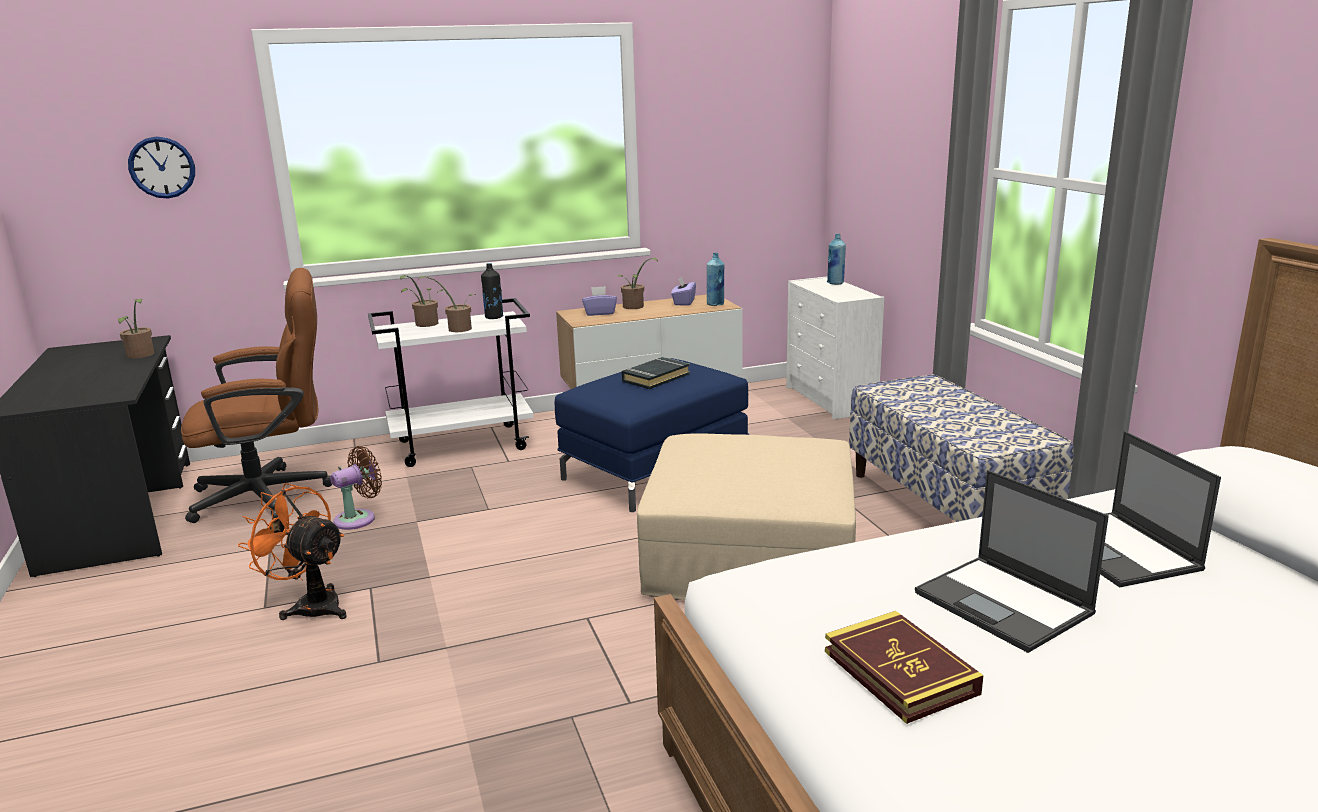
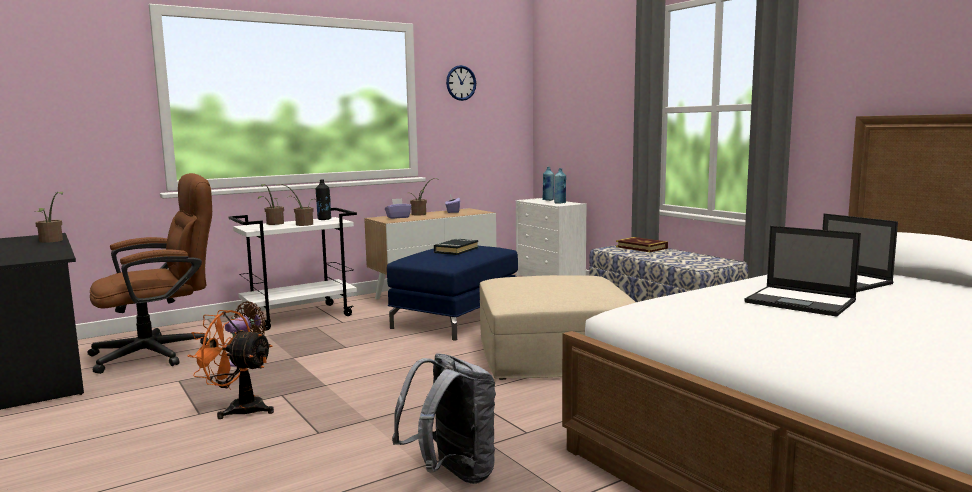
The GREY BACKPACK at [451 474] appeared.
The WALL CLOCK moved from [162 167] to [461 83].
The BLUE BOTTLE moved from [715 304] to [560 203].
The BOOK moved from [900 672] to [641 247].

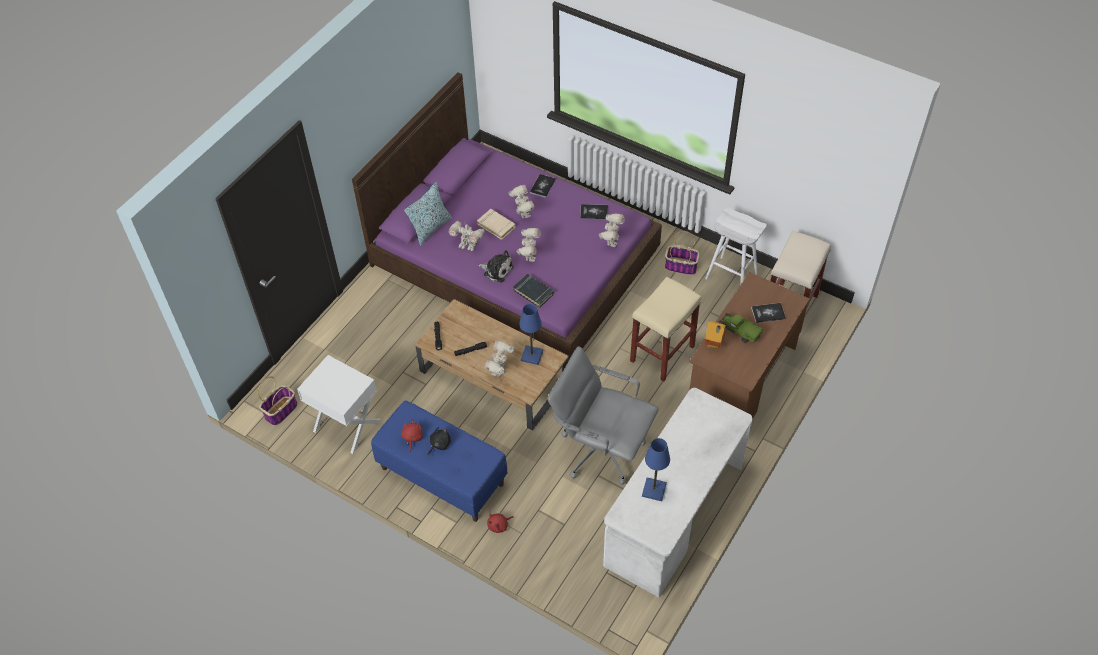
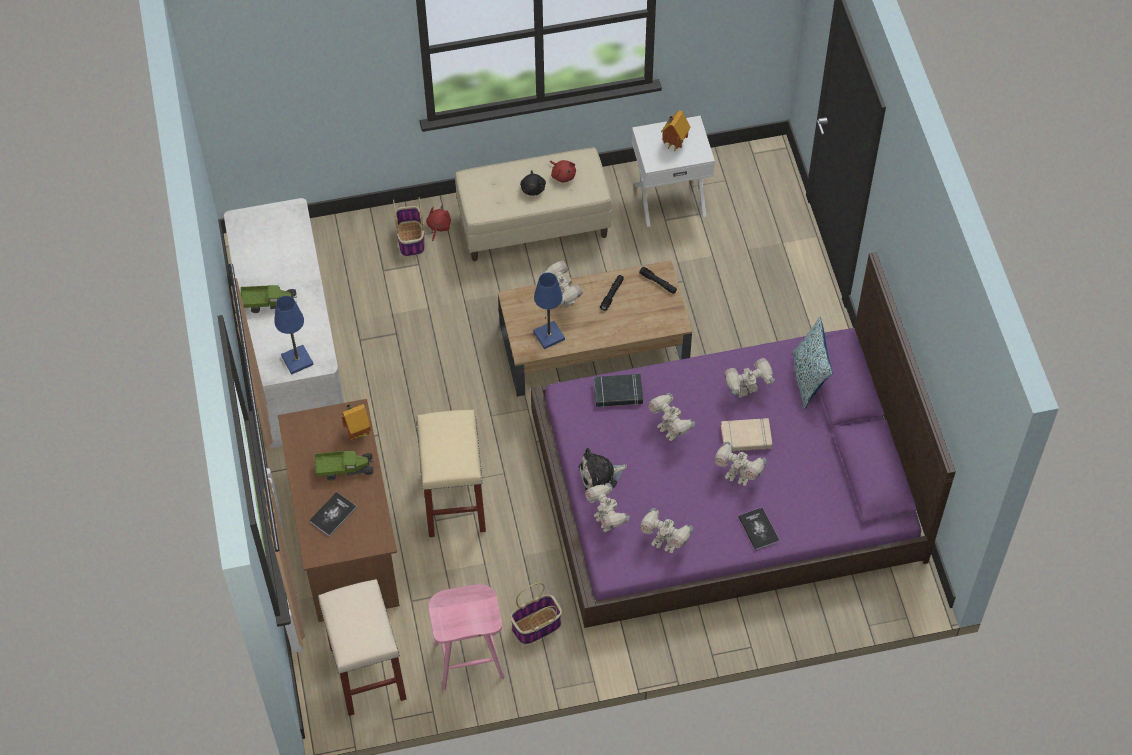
The GREY OFFICE CHAIR at [601 449] disappeared.
The TOY TRUCK at [269 303] appeared.
The TOY HOUSE at [673 144] appeared.
The BASKET moved from [281 410] to [411 239].
The PLUSH TOY moved from [497 270] to [600 476].
The BLUE TABLE LAMP moved from [654 490] to [297 360].
The BOOK at [594 212] was replaced by the TOY ROBOT at [665 542].
The BLUE BENCH at [441 476] became the BEIGE BENCH at [534 225].
The WHITE STOOL at [730 276] became the PINK STOOL at [470 660].

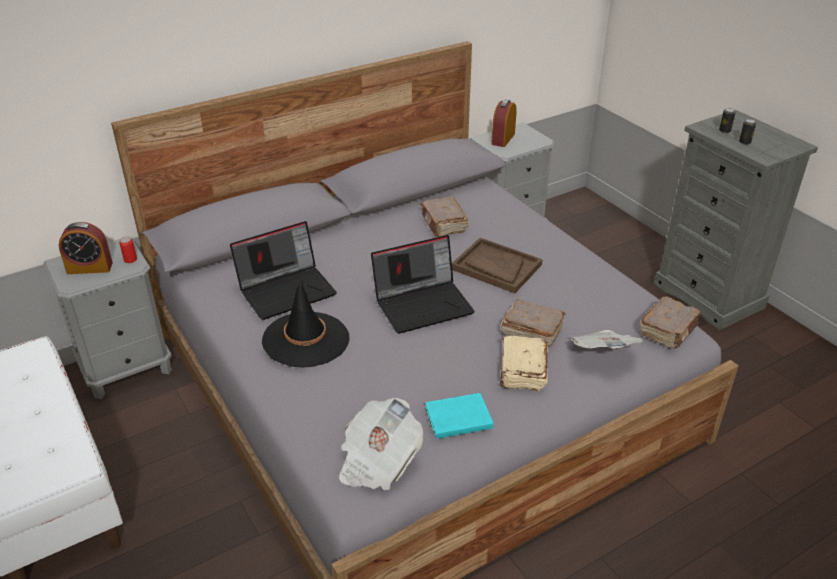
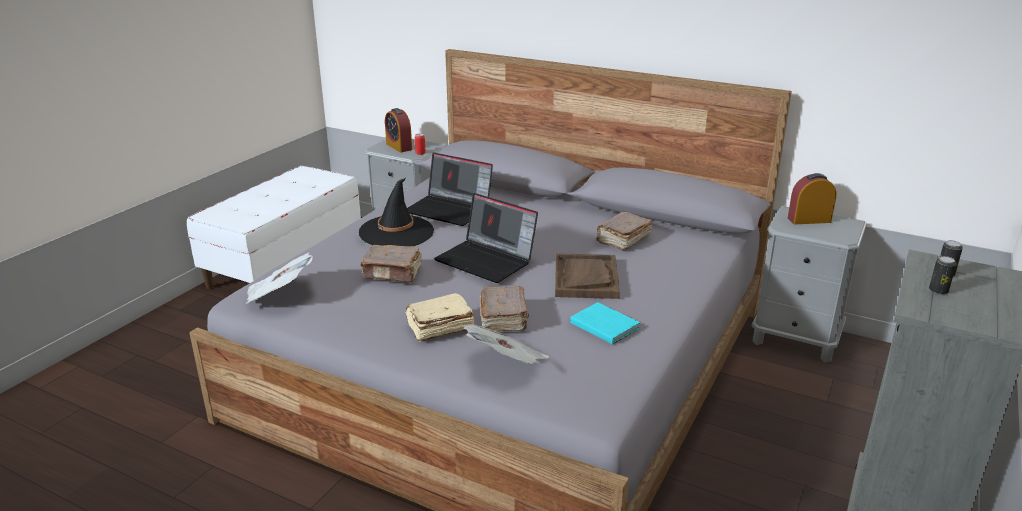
The TURQUOISE BOOK moved from [456 417] to [604 324].
The BROWN BOOK moved from [668 331] to [393 273].

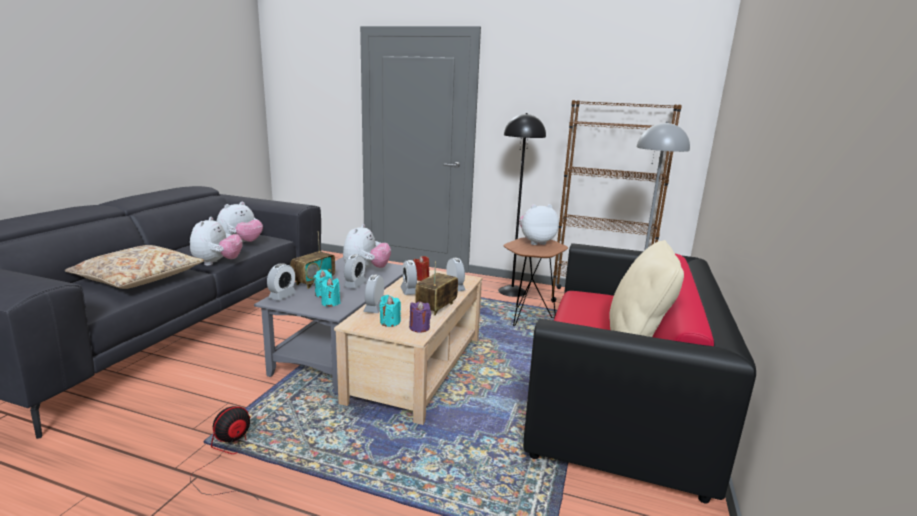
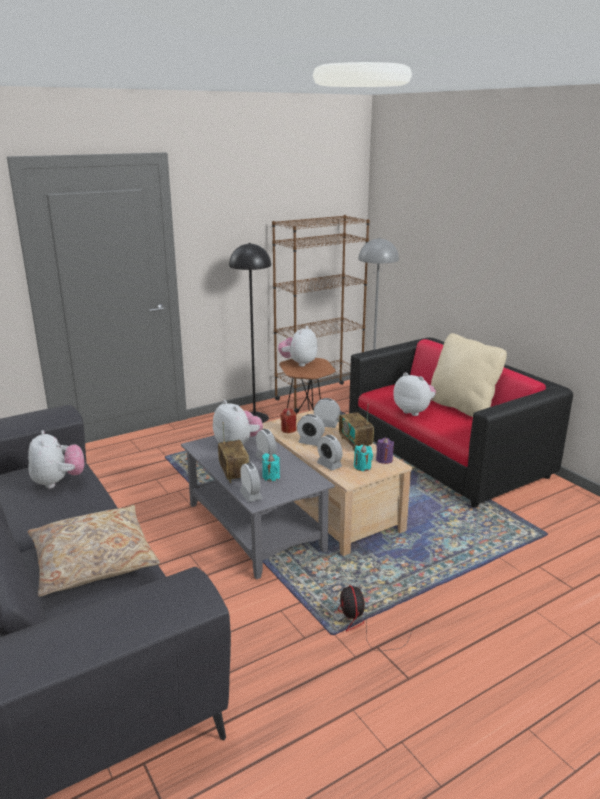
The TURQUOISE CANDLE at [330 303] disappeared.
The PLUSH TOY moved from [217 263] to [413 411].

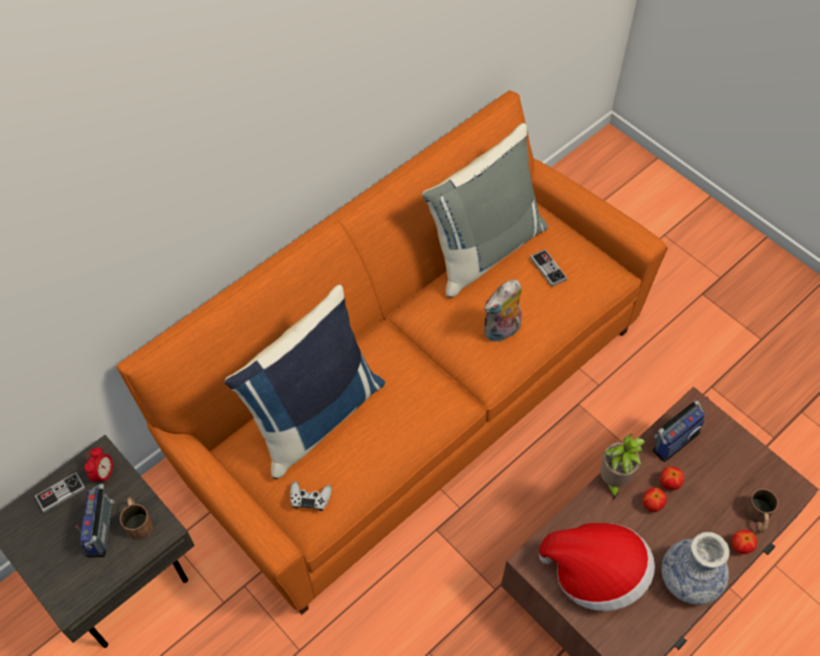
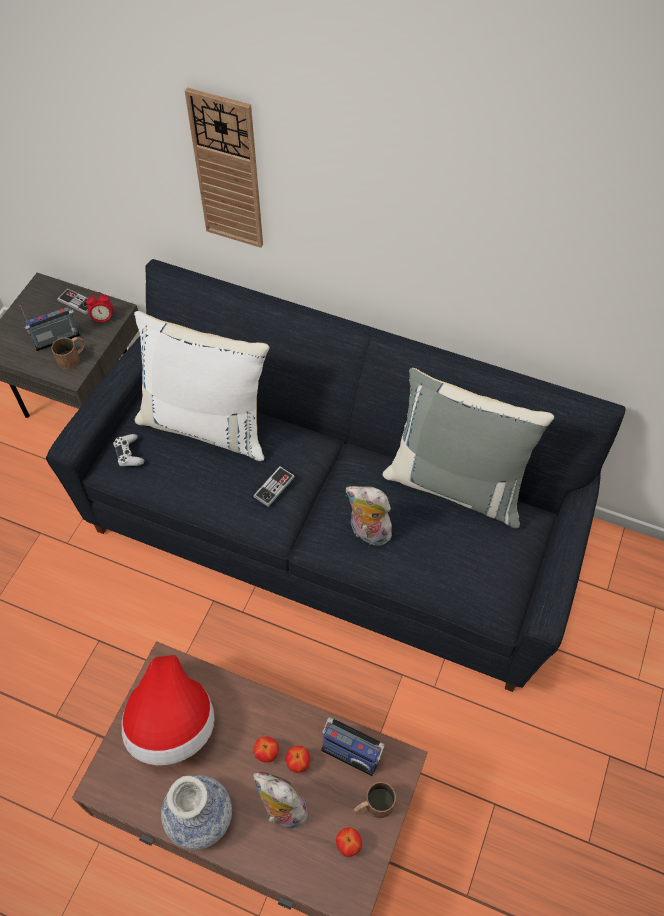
The POTTED PLANT at [613 481] disappeared.
The WALL CLOCK at [227 171] appeared.
The PLUSH TOY at [281 810] appeared.
The GAME CONTROLLER moved from [548 269] to [274 487].
The APPLE moved from [740 547] to [348 845].
The BROWN MUG moved from [758 517] to [373 806].
The ORANGE SOFA at [410 398] became the BLACK SOFA at [332 527].
The BLUE PILLOW at [314 415] became the WHITE PILLOW at [207 424].

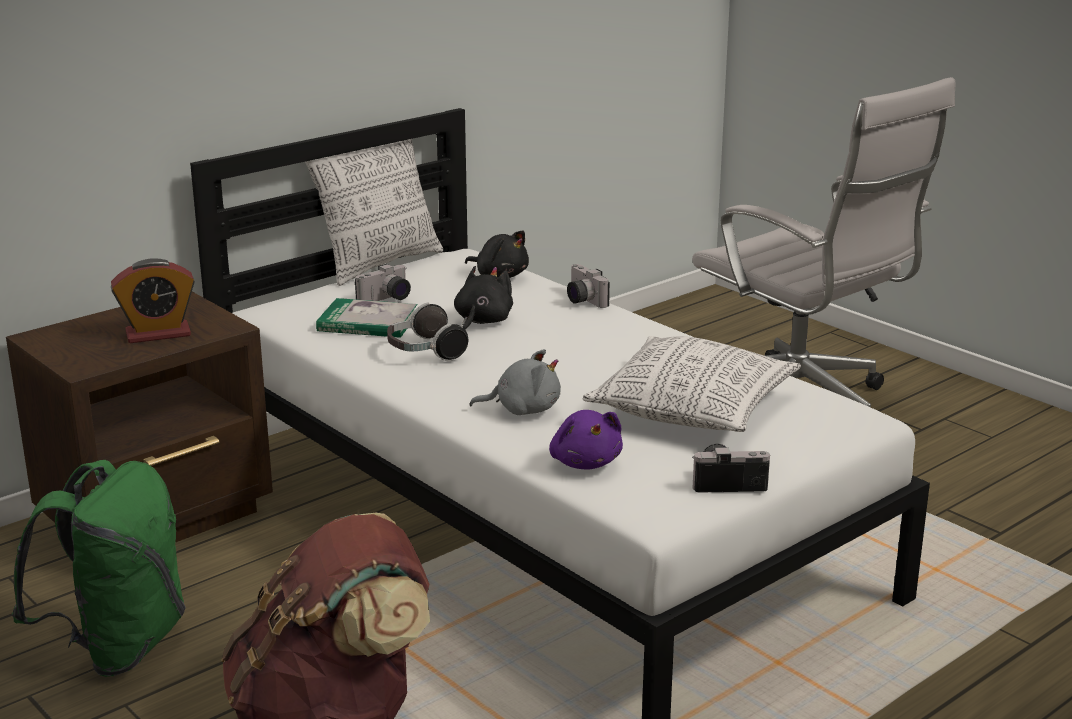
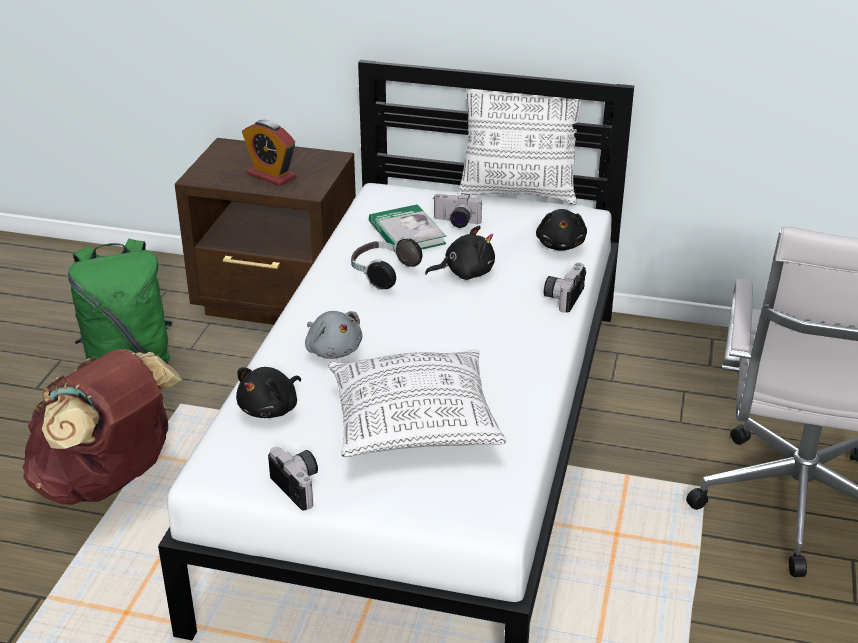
The PURPLE PLUSH TOY at [585 462] became the BLACK PLUSH TOY at [271 409].

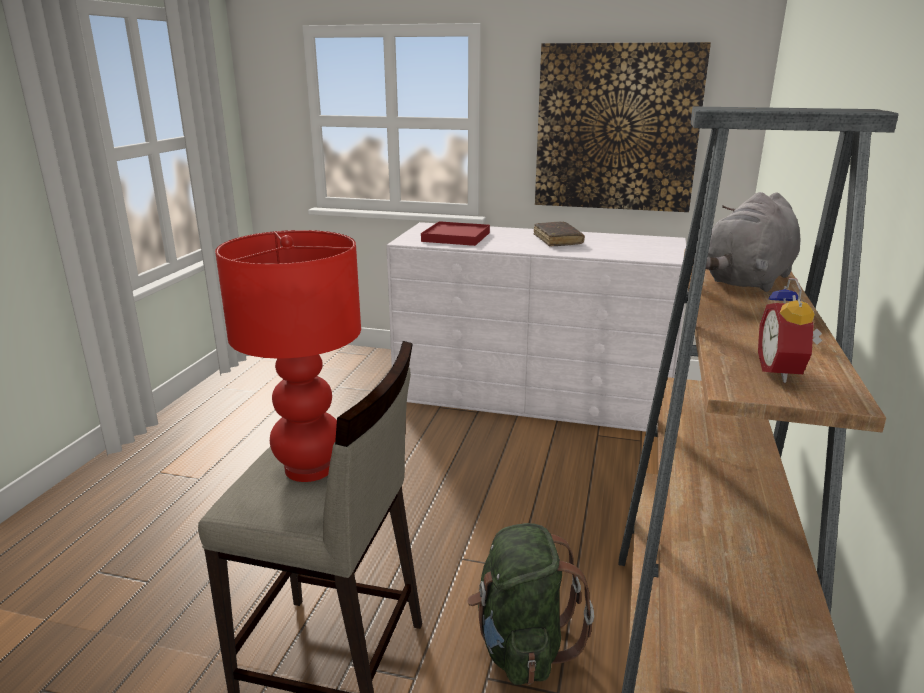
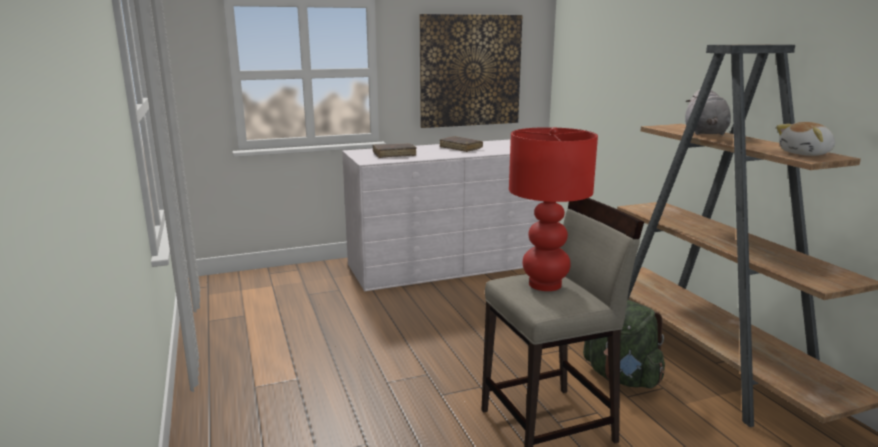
The RED TRAY at [456 237] was replaced by the BROWN BOOK at [394 155].
The ALARM CLOCK at [783 372] was replaced by the PLUSH TOY at [806 154].

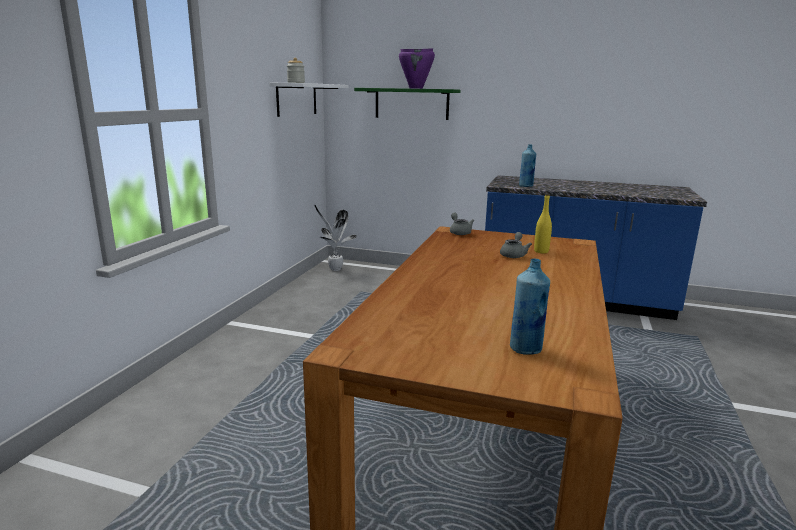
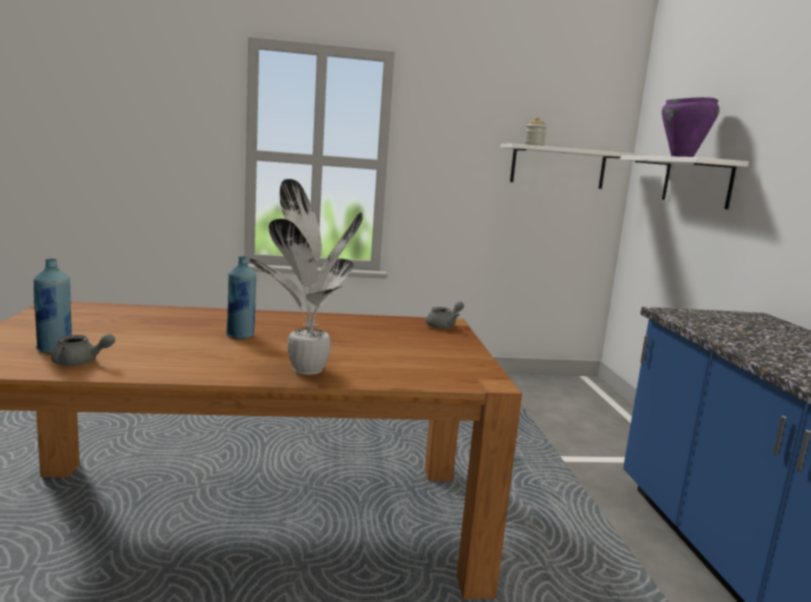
The YELLOW BOTTLE at [541 251] disappeared.
The POTTED PLANT moved from [334 269] to [306 368].
The GREY TEAPOT moved from [514 254] to [80 363].
The BLUE BOTTLE moved from [526 186] to [240 336].
The GREEN SHELF at [411 103] became the WHITE SHELF at [696 182].

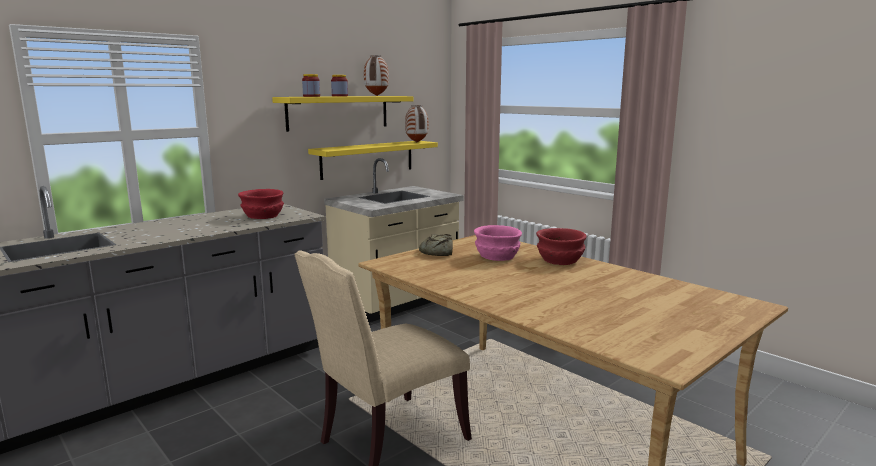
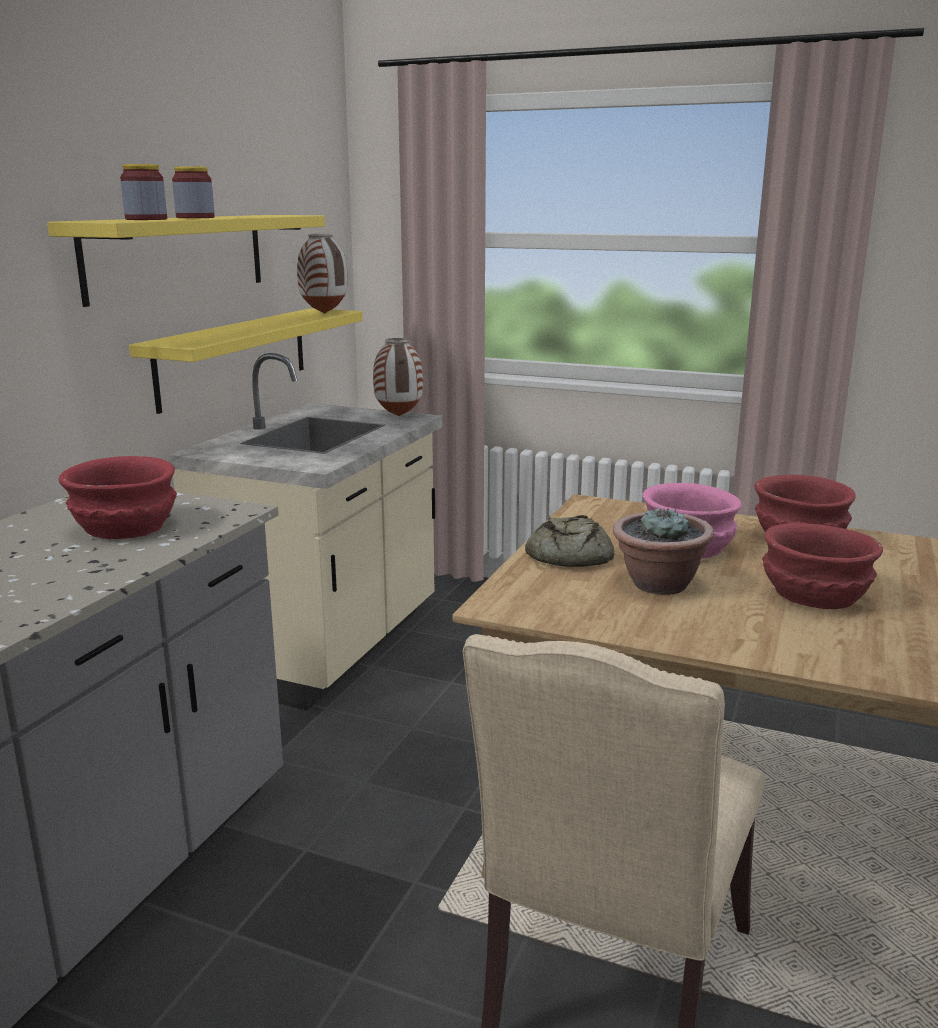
The POTTED PLANT at [658 585] appeared.
The RED BOWL at [812 596] appeared.
The VASE moved from [376 96] to [398 416].

